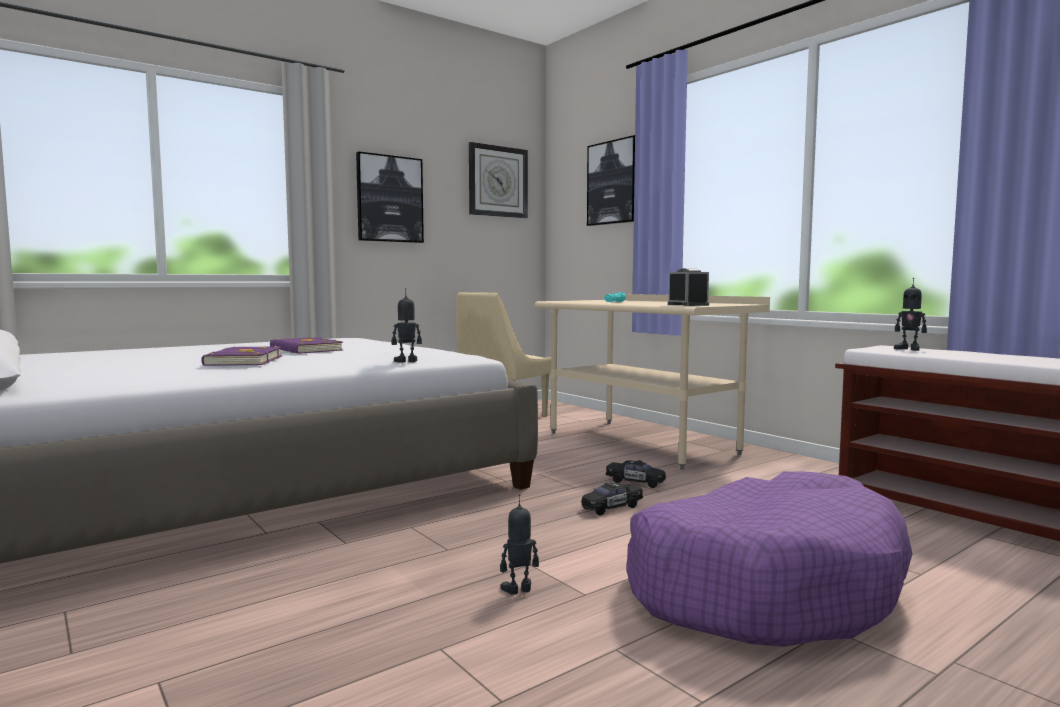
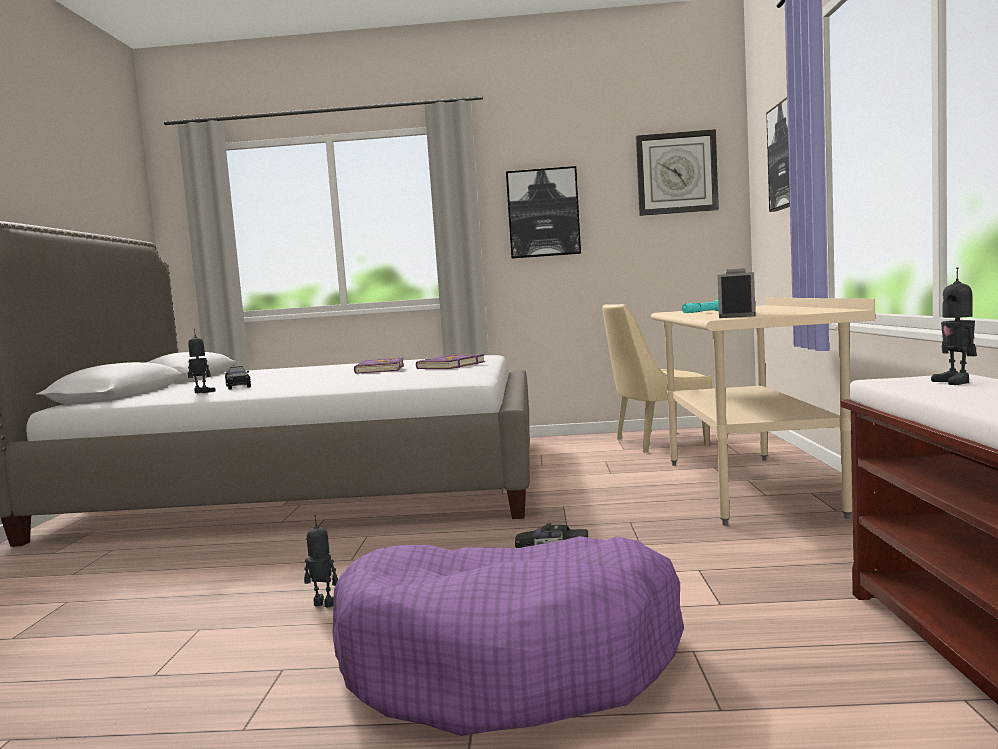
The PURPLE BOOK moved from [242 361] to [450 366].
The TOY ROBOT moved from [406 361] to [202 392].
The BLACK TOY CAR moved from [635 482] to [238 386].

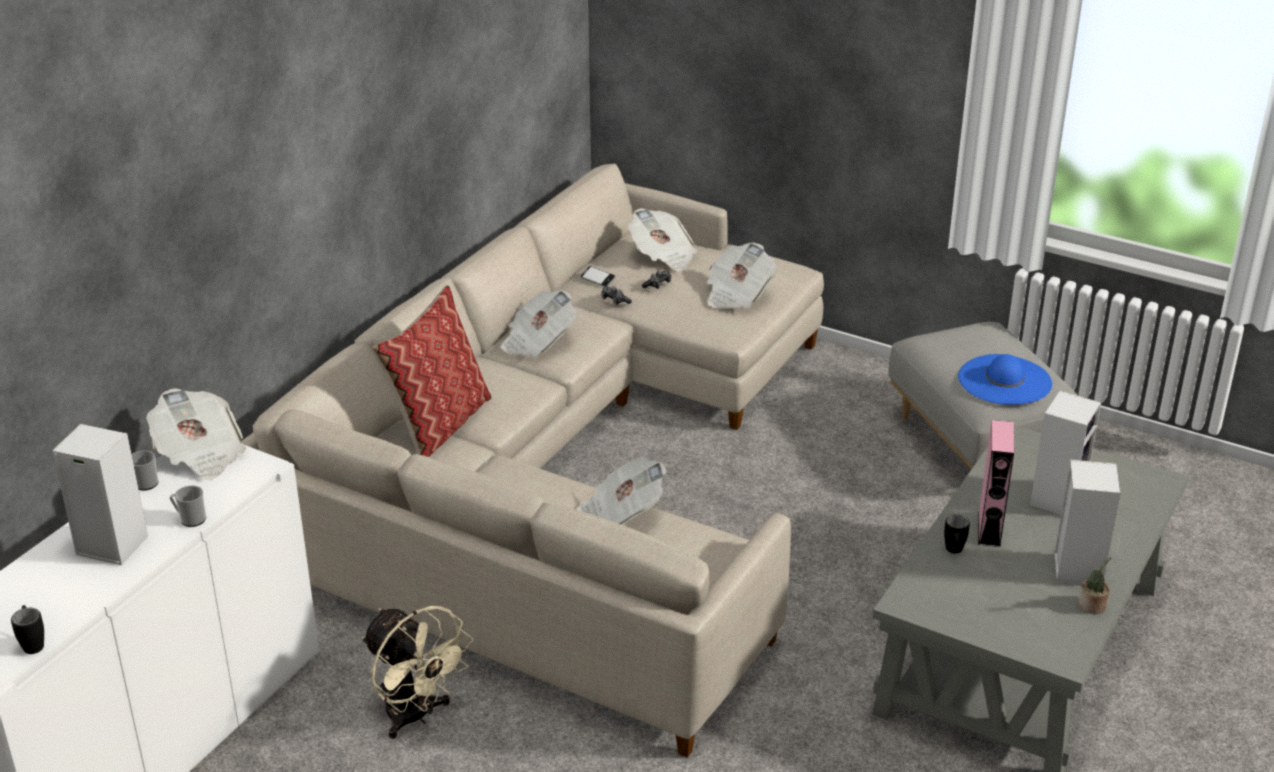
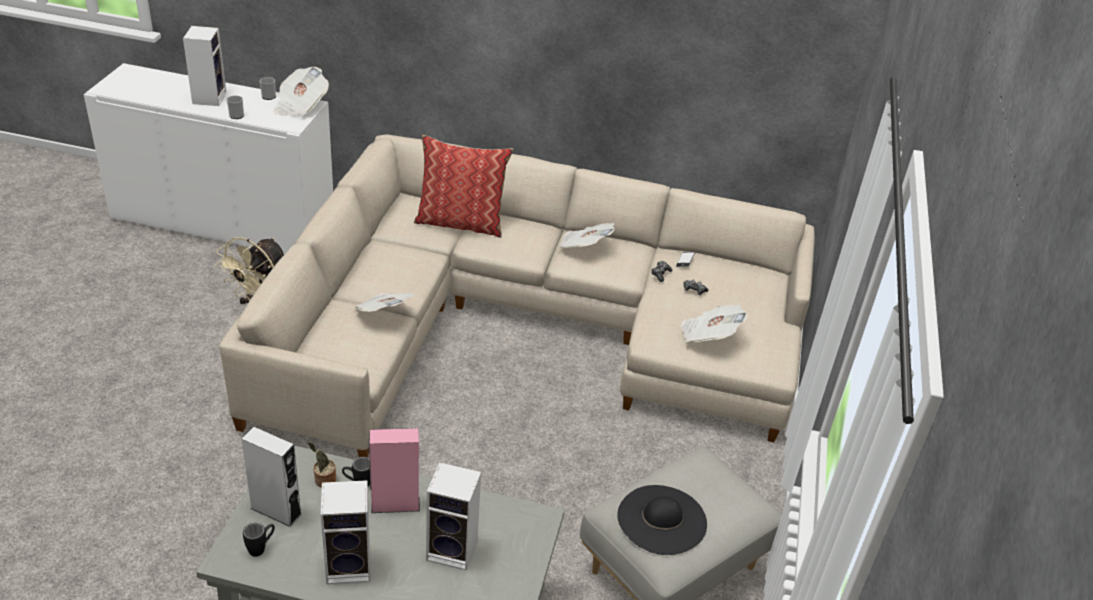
The NEWSPAPER at [663 256] disappeared.
The GREY SPEAKER at [276 511] appeared.
The BLACK MUG moved from [32 643] to [261 548].
The POTTED PLANT moved from [1092 607] to [323 480].
The BLUE HAT at [1004 380] became the BLACK HAT at [661 519].

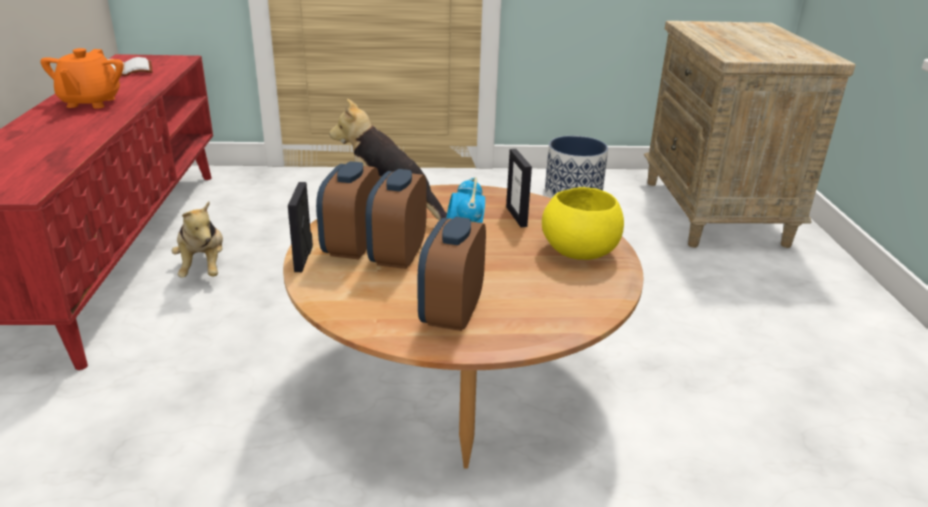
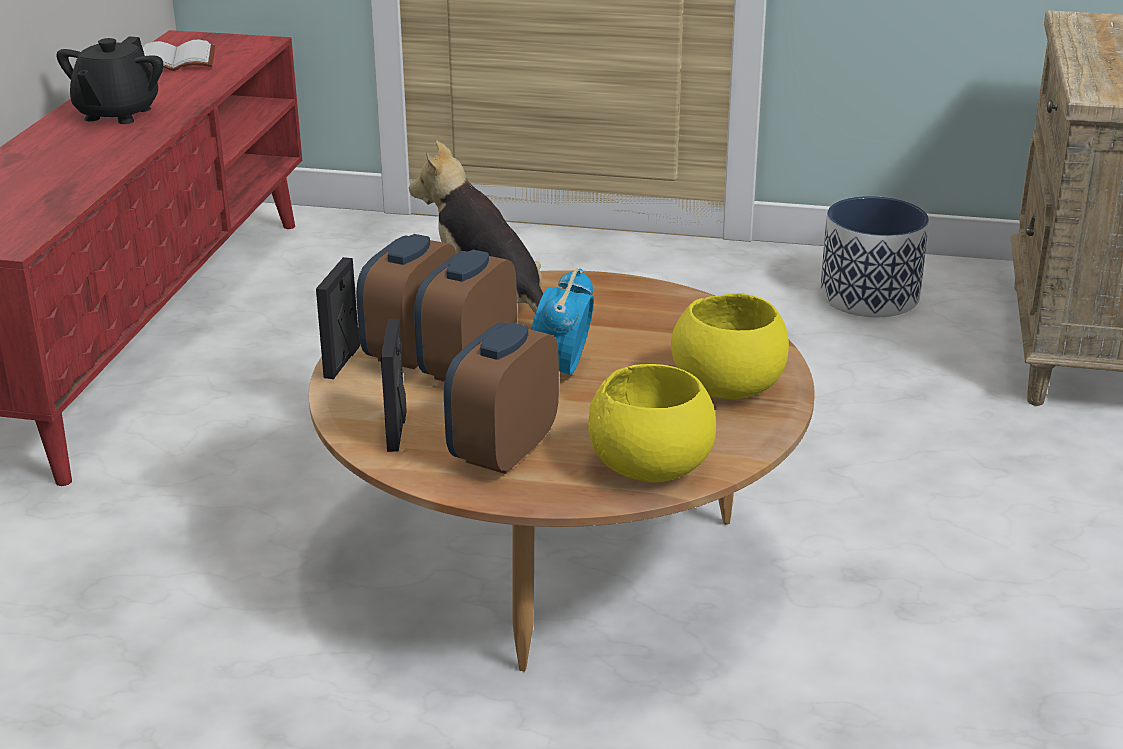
The PLUSH TOY at [203 268] disappeared.
The YELLOW BOWL at [650 465] appeared.
The PICTURE FRAME moved from [516 216] to [397 431].
The ORANGE TEAPOT at [90 102] became the BLACK TEAPOT at [117 114].

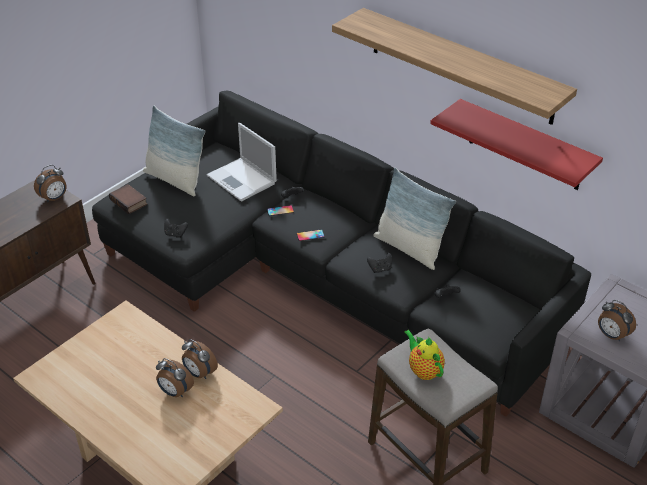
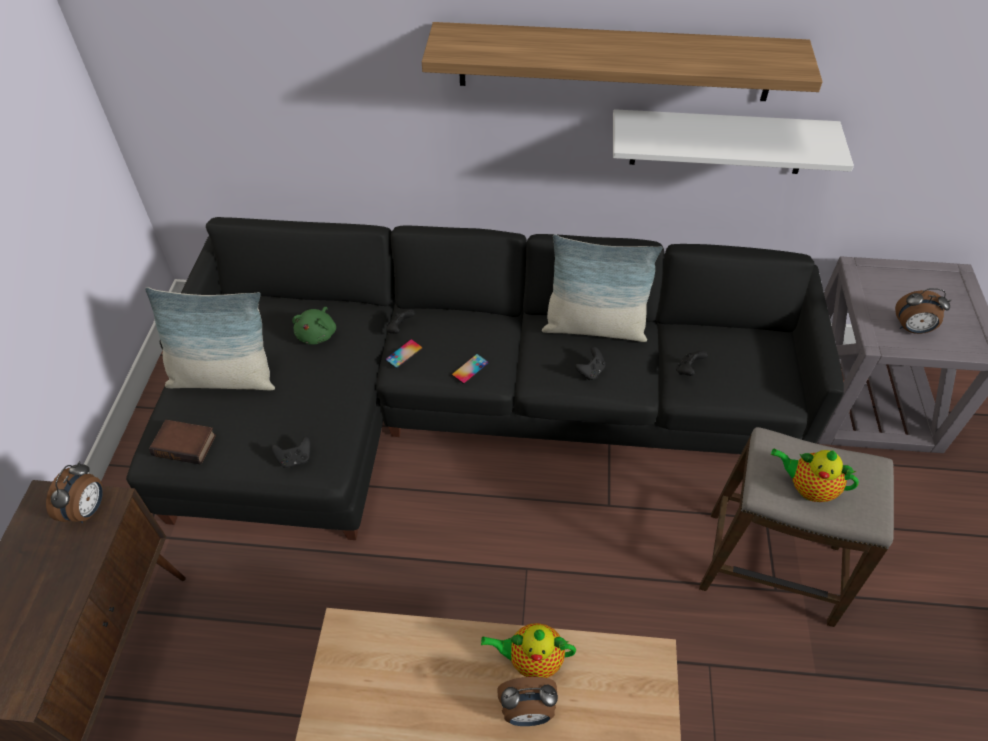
The ALARM CLOCK at [199 373] was replaced by the TEAPOT at [531 659].
The LAPTOP at [242 180] was replaced by the GREEN PLUSH TOY at [317 334].
The RED SHELF at [525 146] became the WHITE SHELF at [719 142].

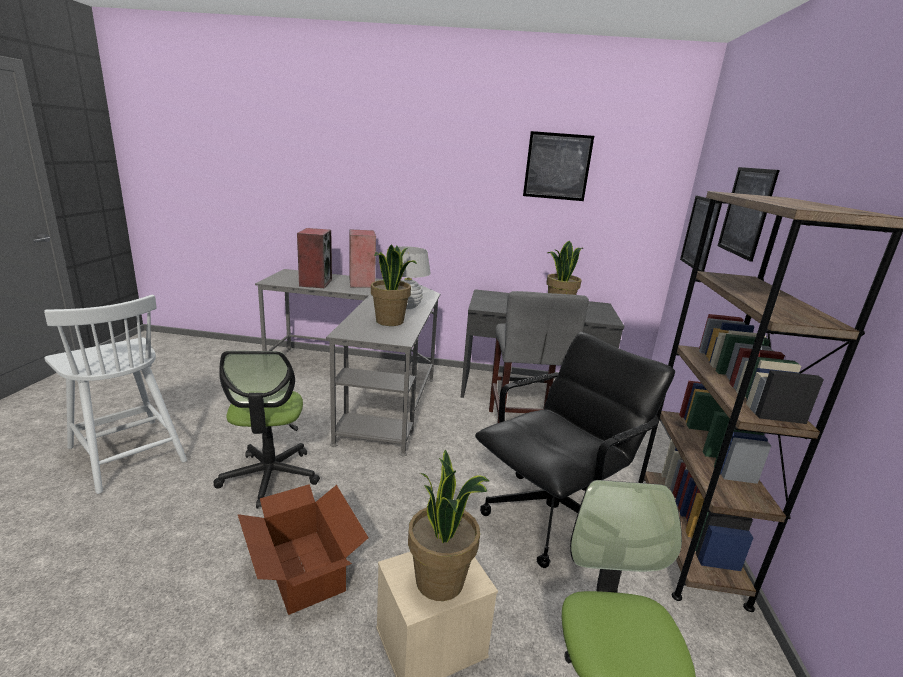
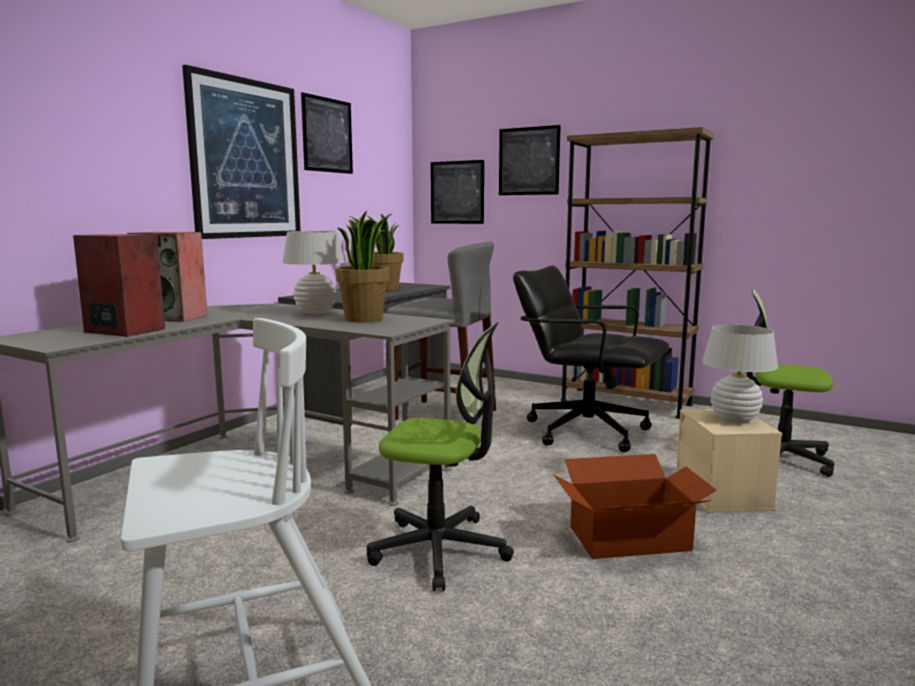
The PICTURE at [246 159] appeared.
The POTTED PLANT at [441 581] was replaced by the WHITE TABLE LAMP at [734 419].
The BLACK OFFICE CHAIR at [552 517] turned 45 degrees counterclockwise.

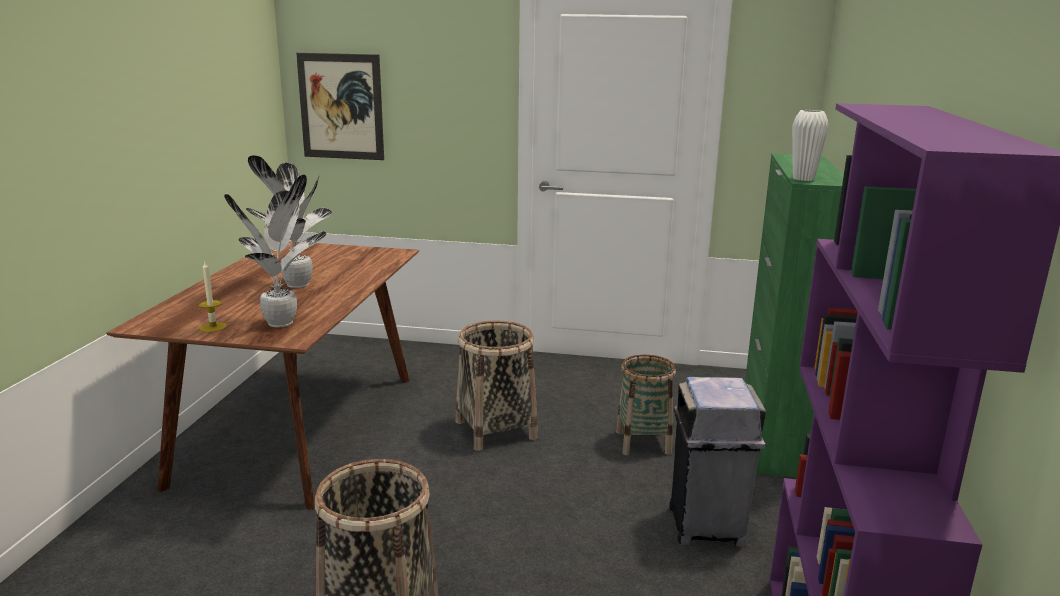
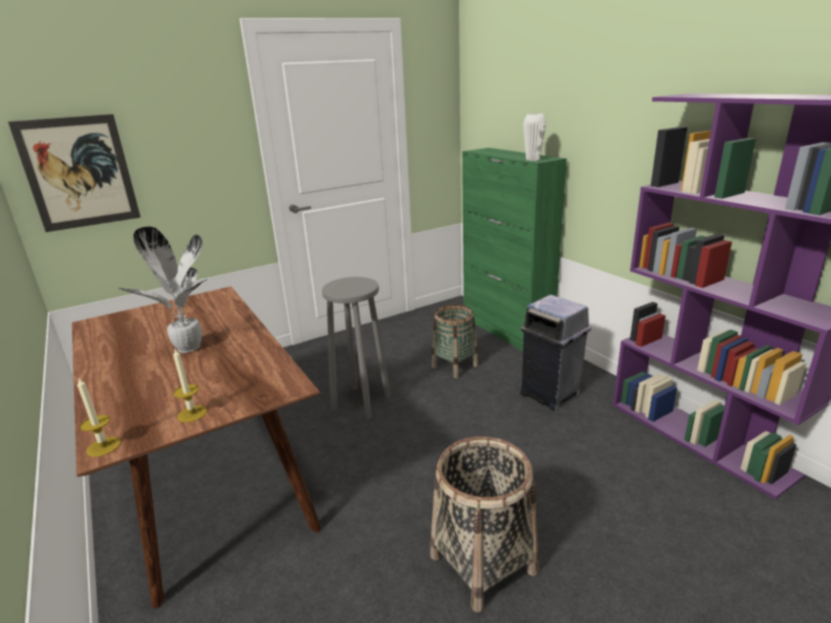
The POTTED PLANT at [282 323] disappeared.
The CANDLE at [103 446] appeared.
The BASKET at [496 429] was replaced by the GREY STOOL at [361 402].

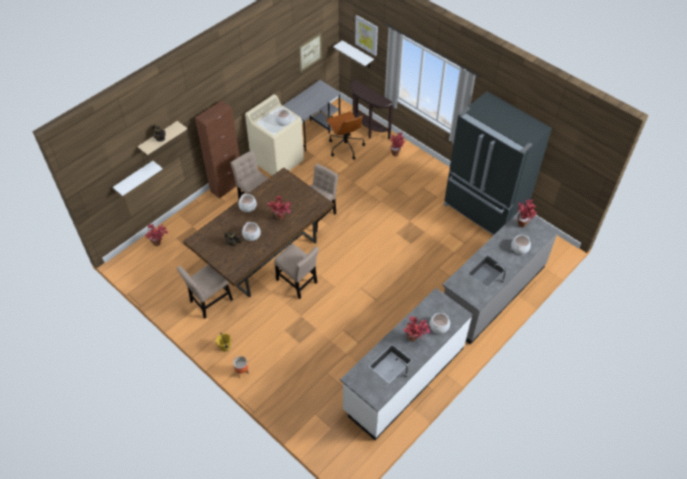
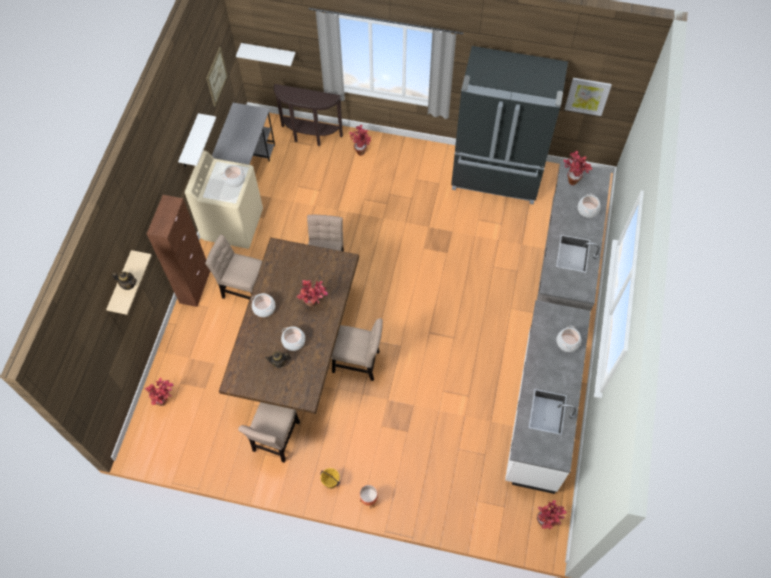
The BROWN OFFICE CHAIR at [345 147] disappeared.
The WHITE SHELF moved from [134 179] to [190 143].
The PICTURE moved from [366 35] to [587 96].
The POTTED PLANT moved from [415 339] to [547 521].

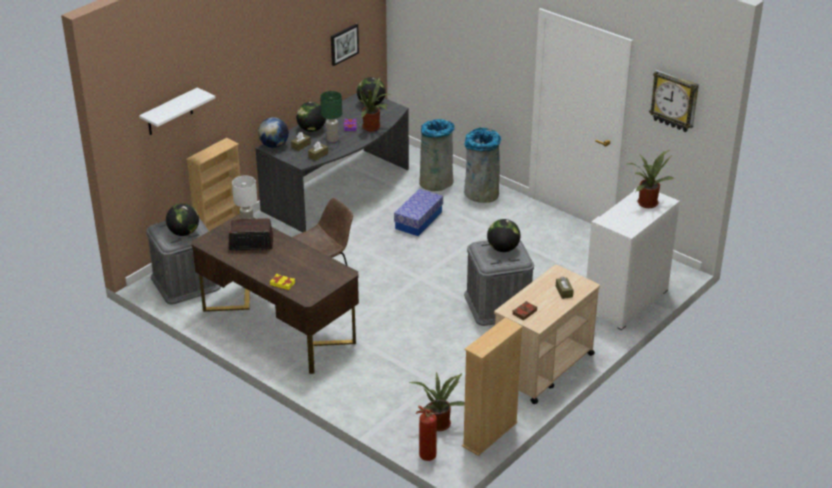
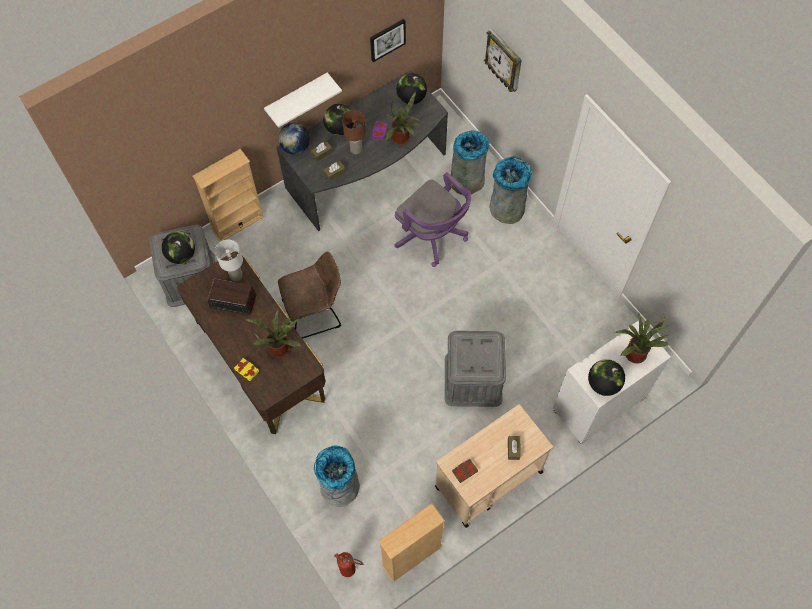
The GREY TRASH CAN at [339 487] appeared.
The WHITE SHELF moved from [169 112] to [297 97].
The POTTED PLANT moved from [439 423] to [280 346].
The GLOBE moved from [503 249] to [603 384].
The WALL CLOCK moved from [674 101] to [504 61].
The STORAGE BOX at [418 220] was replaced by the PURPLE OFFICE CHAIR at [433 236].
The GREEN TABLE LAMP at [332 139] became the BROWN TABLE LAMP at [356 149].

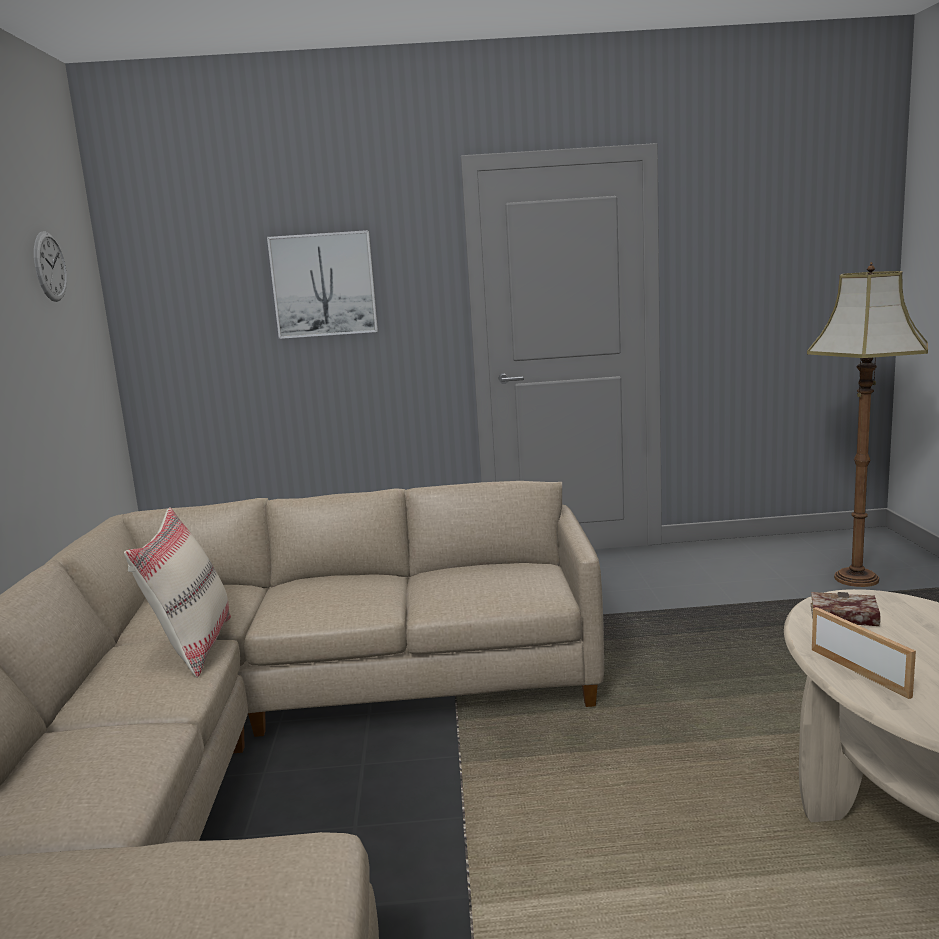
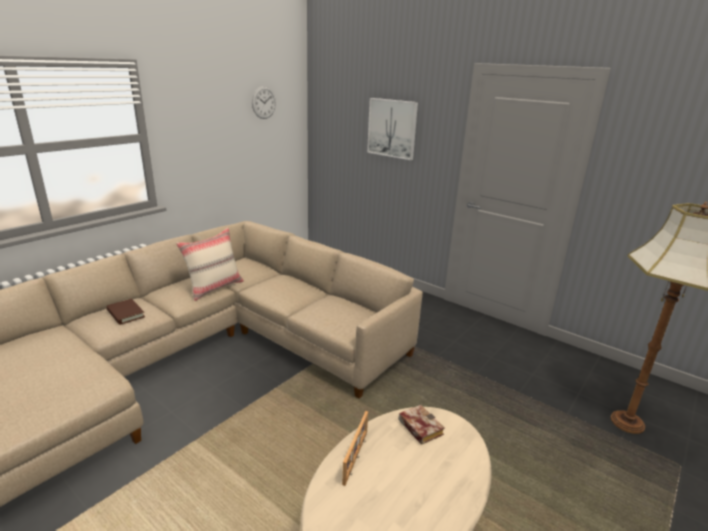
The BROWN BOOK at [125 313] appeared.

